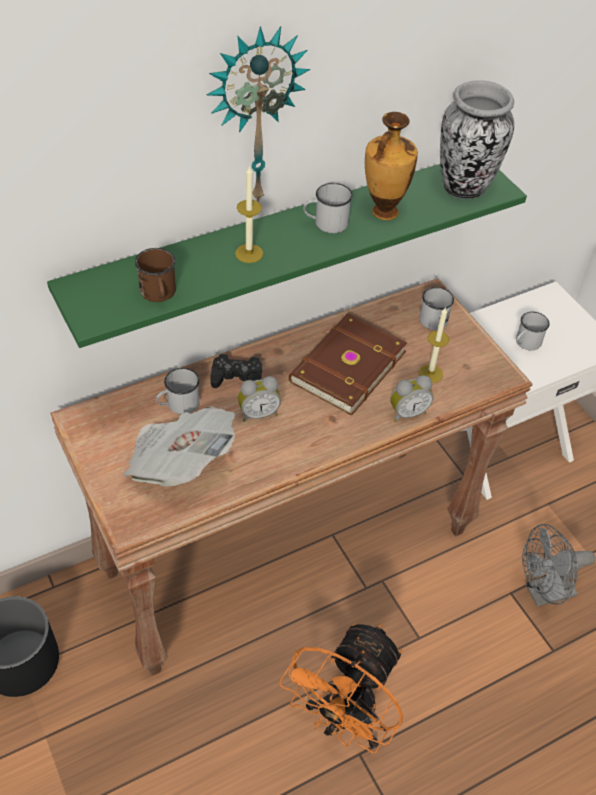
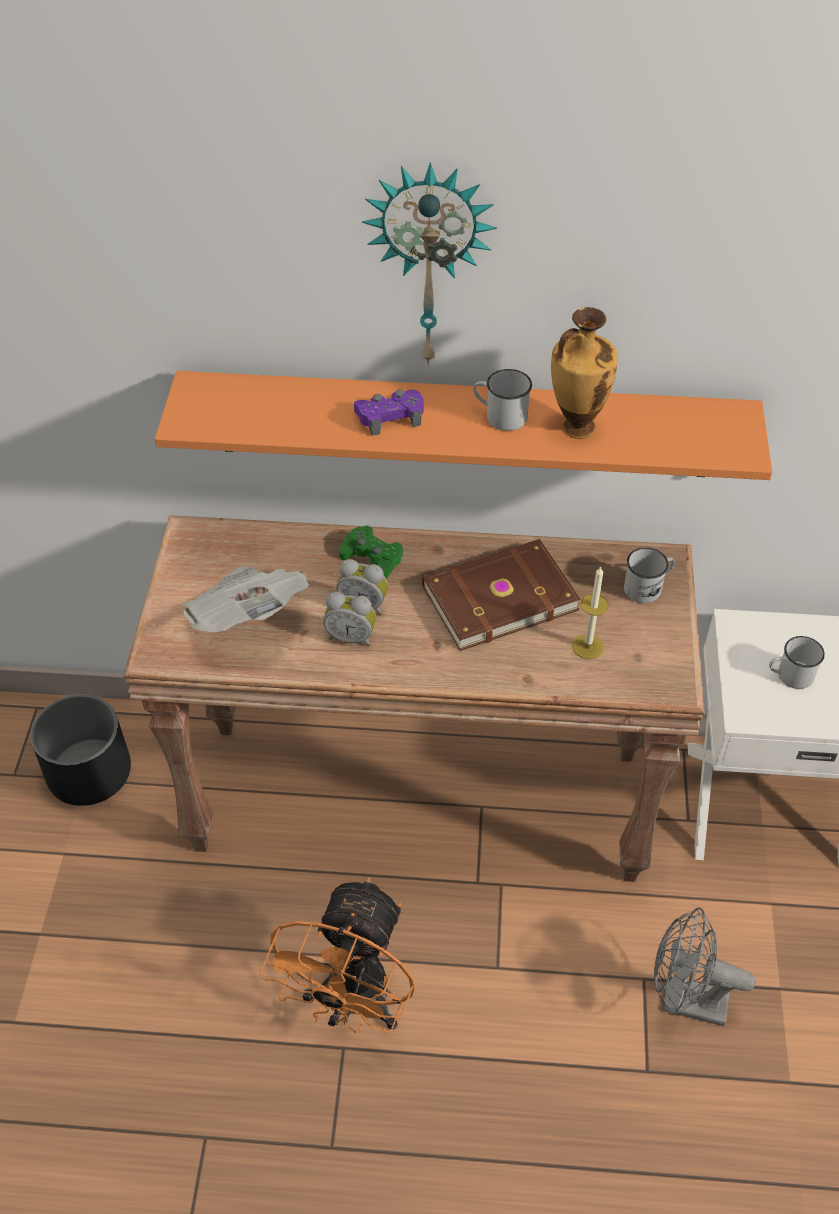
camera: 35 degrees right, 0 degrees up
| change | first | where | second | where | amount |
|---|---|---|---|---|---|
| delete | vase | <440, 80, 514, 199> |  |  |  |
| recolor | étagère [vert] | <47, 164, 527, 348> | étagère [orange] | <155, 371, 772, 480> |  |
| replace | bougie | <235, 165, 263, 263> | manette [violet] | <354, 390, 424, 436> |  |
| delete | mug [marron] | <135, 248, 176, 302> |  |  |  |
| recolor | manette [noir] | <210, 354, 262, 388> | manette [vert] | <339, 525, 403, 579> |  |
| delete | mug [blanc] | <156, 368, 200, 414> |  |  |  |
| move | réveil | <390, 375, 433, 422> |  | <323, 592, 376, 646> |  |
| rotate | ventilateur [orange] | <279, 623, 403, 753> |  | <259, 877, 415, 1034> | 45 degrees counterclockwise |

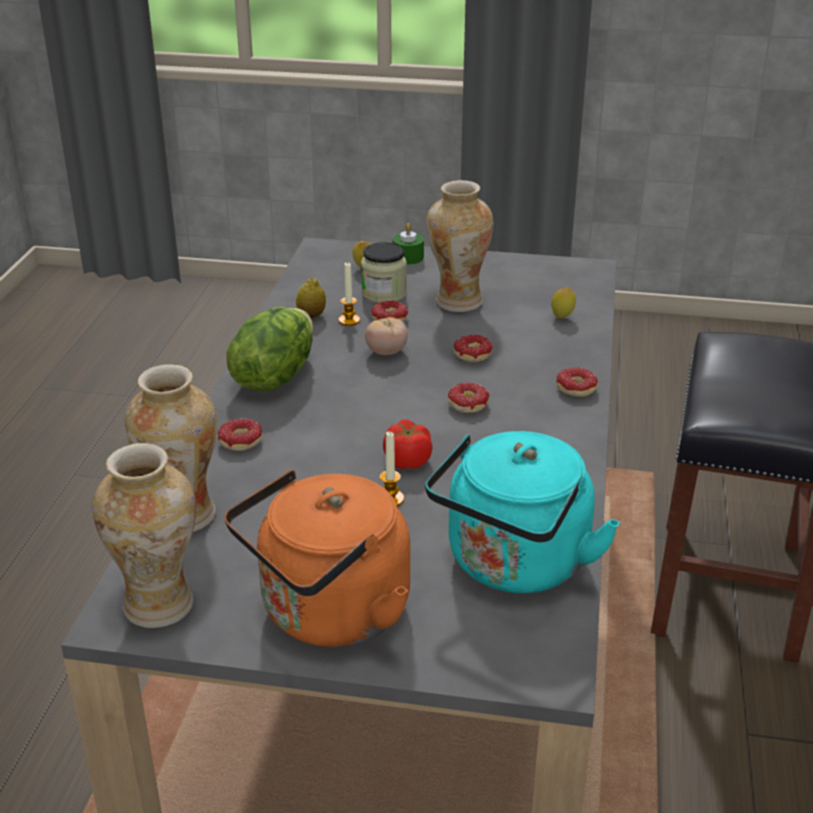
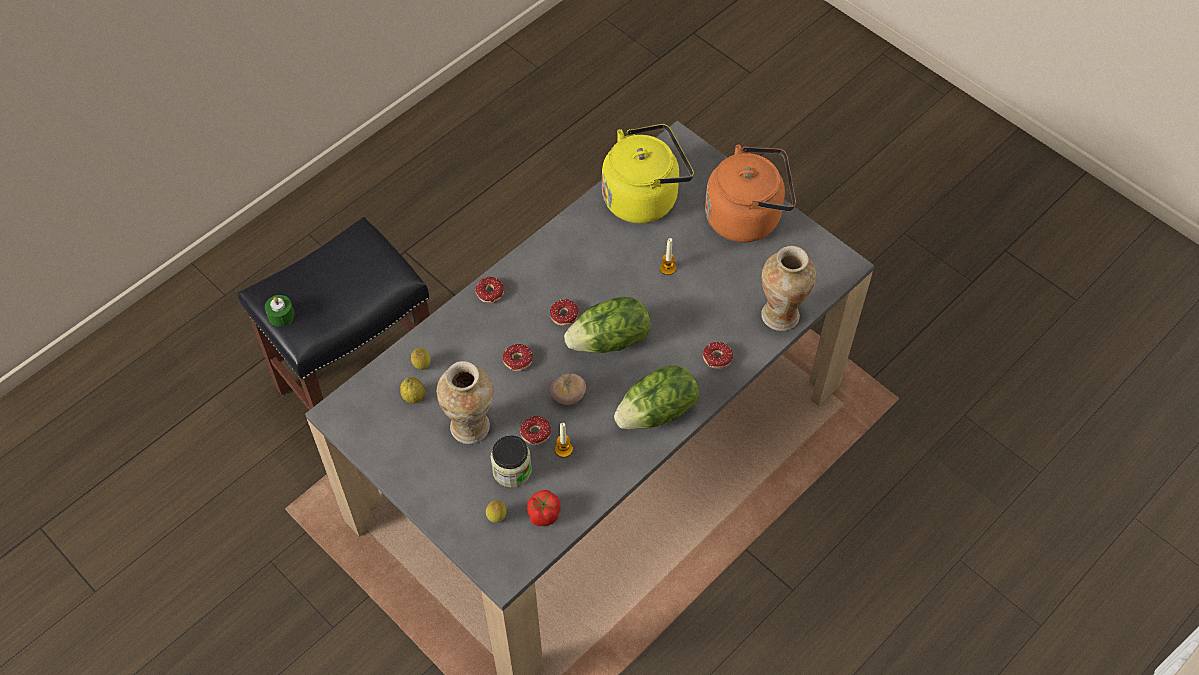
camera: 145 degrees left, 25 degrees up
| change | first | where | second | where | amount |
|---|---|---|---|---|---|
| move | bougie [vert] | <393, 223, 424, 265> |  | <265, 295, 295, 326> |  |
| move | citron | <296, 278, 326, 319> |  | <400, 377, 425, 403> |  |
| move | tomate | <383, 419, 433, 469> |  | <527, 490, 561, 527> |  |
| recolor | bouilloire [turquoise] | <425, 431, 620, 593> | bouilloire [jaune] | <602, 124, 694, 223> |  |
| delete | vase | <92, 443, 196, 628> |  |  |  |
| insert |  |  | laitue | <564, 297, 651, 353> |  |

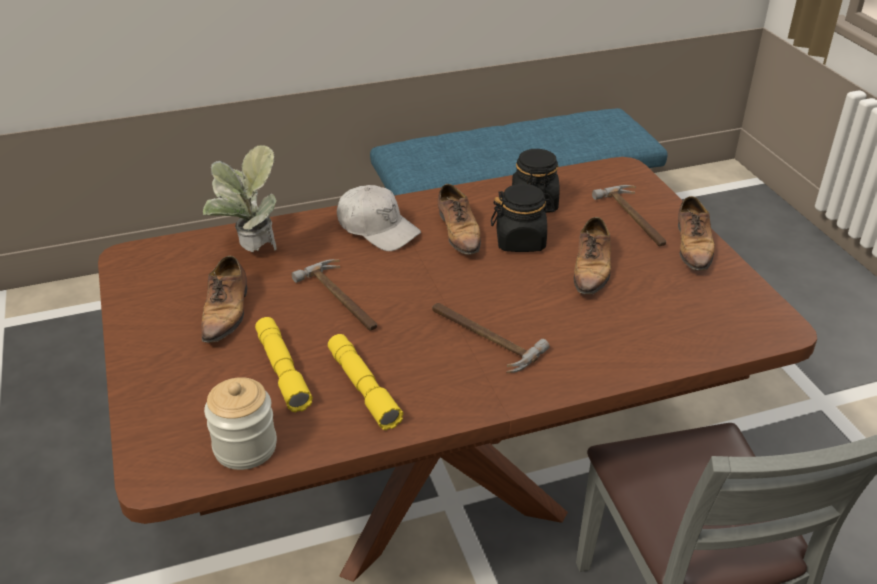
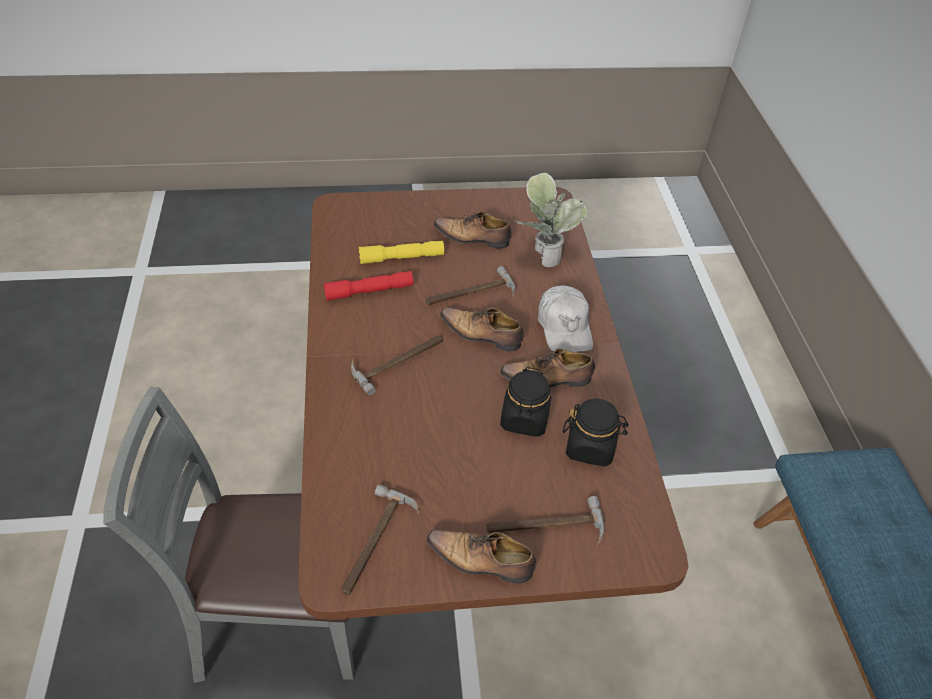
camera: 100 degrees right, 10 degrees up
| change | first | where | second | where | amount |
|---|---|---|---|---|---|
| rotate | casquette [blanc] | <337, 185, 421, 251> |  | <538, 285, 593, 352> | 60 degrees counterclockwise |
| move | chaussure | <574, 217, 611, 295> |  | <440, 307, 524, 352> |  |
| recolor | lampe de poche [jaune] | <328, 334, 404, 430> | lampe de poche [rouge] | <323, 271, 413, 301> |  |
| delete | bocal | <204, 377, 277, 470> |  |  |  |
| insert |  |  | marteau | <341, 484, 419, 595> |  |

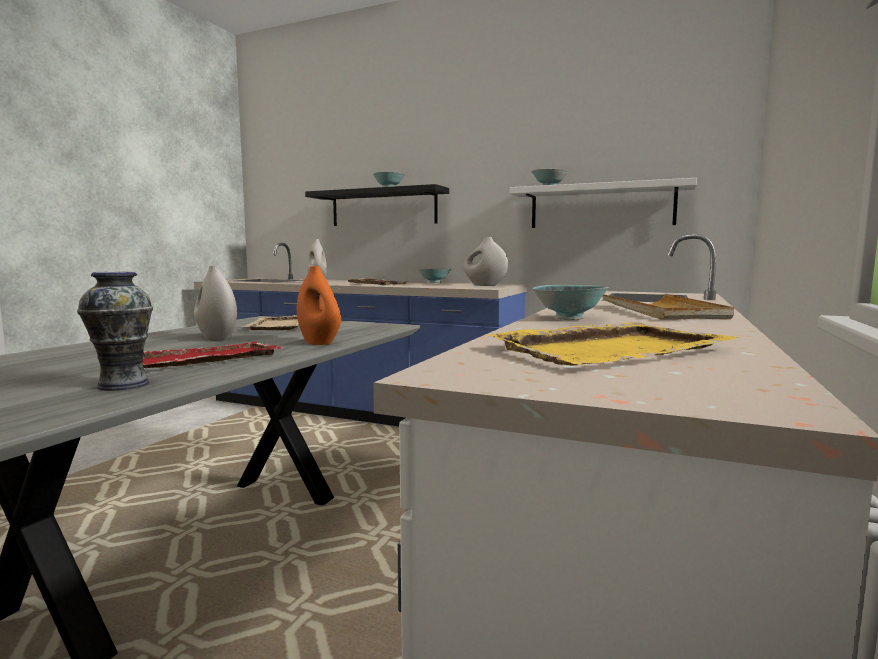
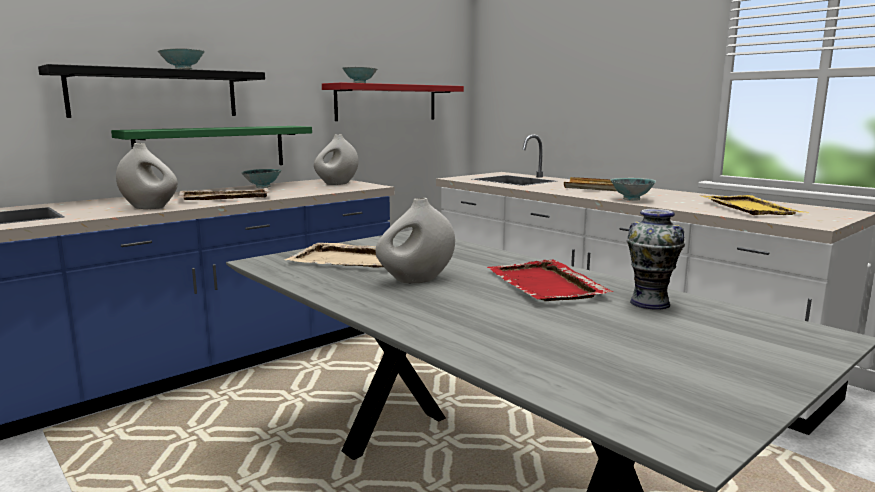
camera: 65 degrees left, 5 degrees up
| change | first | where | second | where | amount |
|---|---|---|---|---|---|
| recolor | étagère [blanc] | <510, 178, 697, 228> | étagère [rouge] | <322, 82, 464, 121> |  |
| delete | vase [orange] | <297, 266, 341, 345> |  |  |  |
| insert |  |  | étagère [vert] | <111, 126, 312, 165> |  |

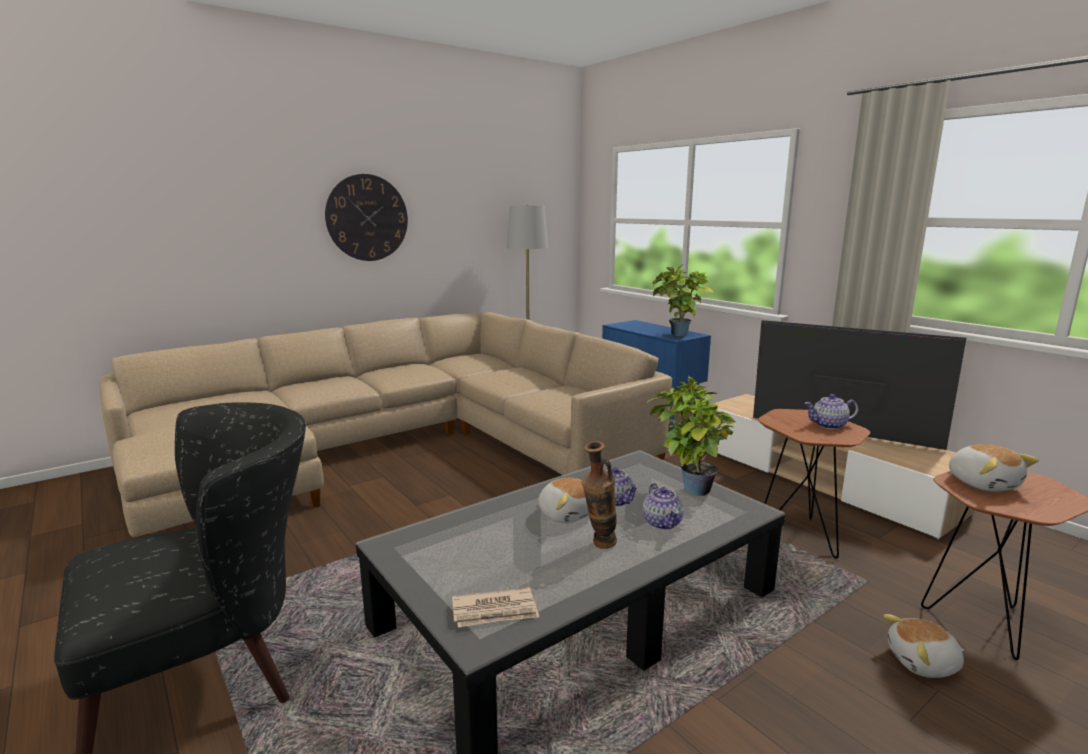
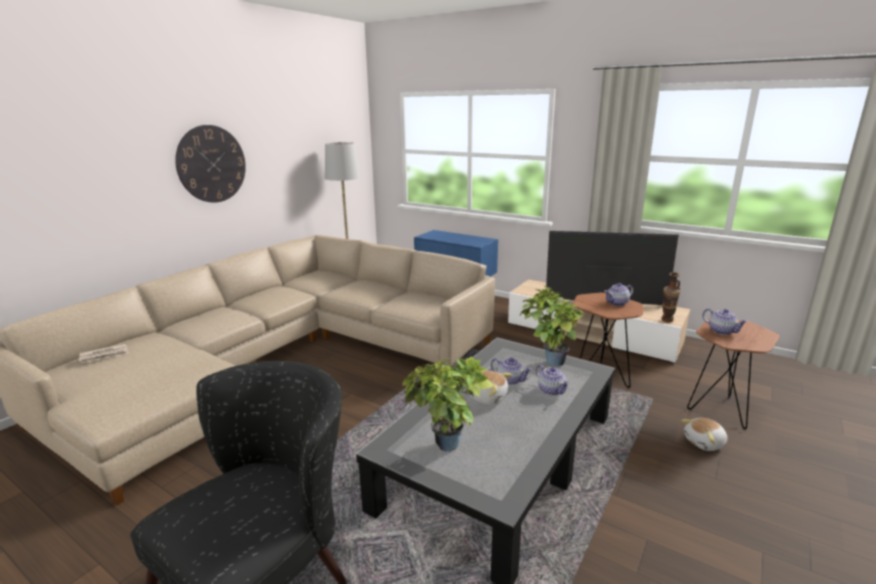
camera: 20 degrees left, 5 degrees up
| change | first | where | second | where | amount |
|---|---|---|---|---|---|
| move | plante en pot | <652, 264, 714, 337> |  | <402, 356, 494, 452> |  |
| move | vase | <581, 441, 617, 549> |  | <661, 272, 681, 323> |  |
| replace | peluche | <949, 444, 1039, 492> | théière | <702, 308, 748, 335> |  |
| move | journal | <452, 587, 539, 627> |  | <79, 343, 128, 363> |  |

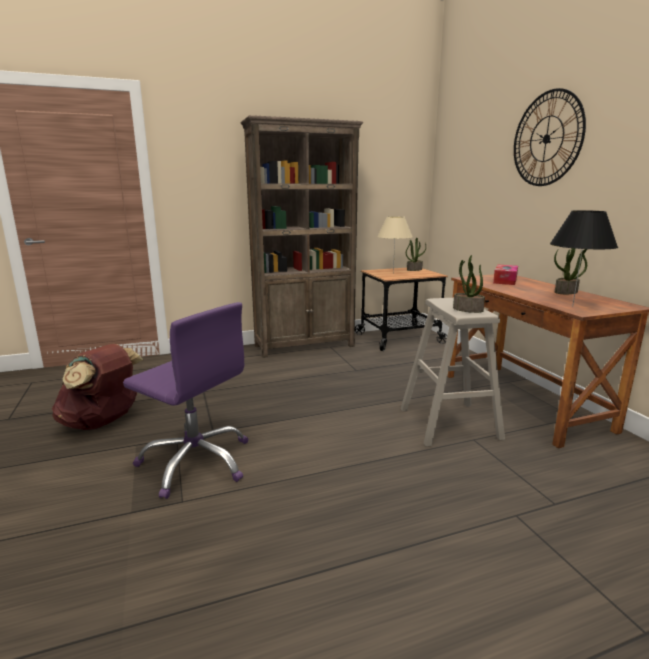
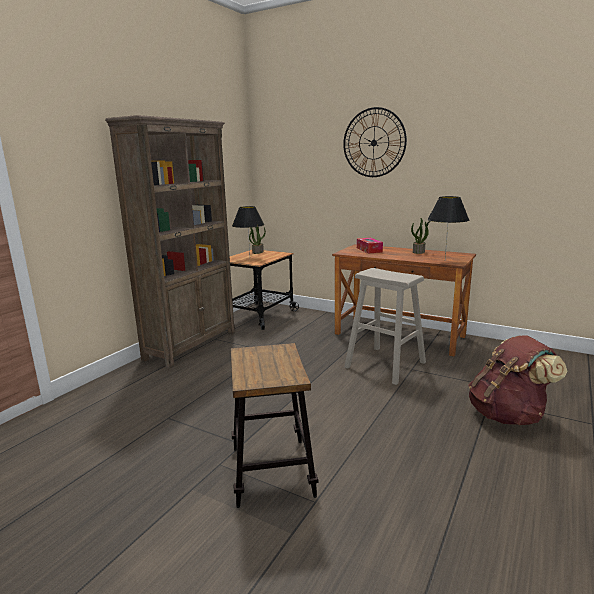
camera: 40 degrees left, 0 degrees up
| change | first | where | second | where | amount |
|---|---|---|---|---|---|
| recolor | lampe de table [beige] | <377, 216, 413, 273> | lampe de table [noir] | <232, 206, 264, 253> |  |
| delete | plante en pot | <453, 255, 485, 313> |  |  |  |
| replace | chaise de bureau [violet] | <123, 302, 248, 499> | tabouret | <231, 343, 319, 508> |  |
| move | sac à dos [marron] | <52, 344, 144, 430> |  | <468, 335, 567, 425> |  |

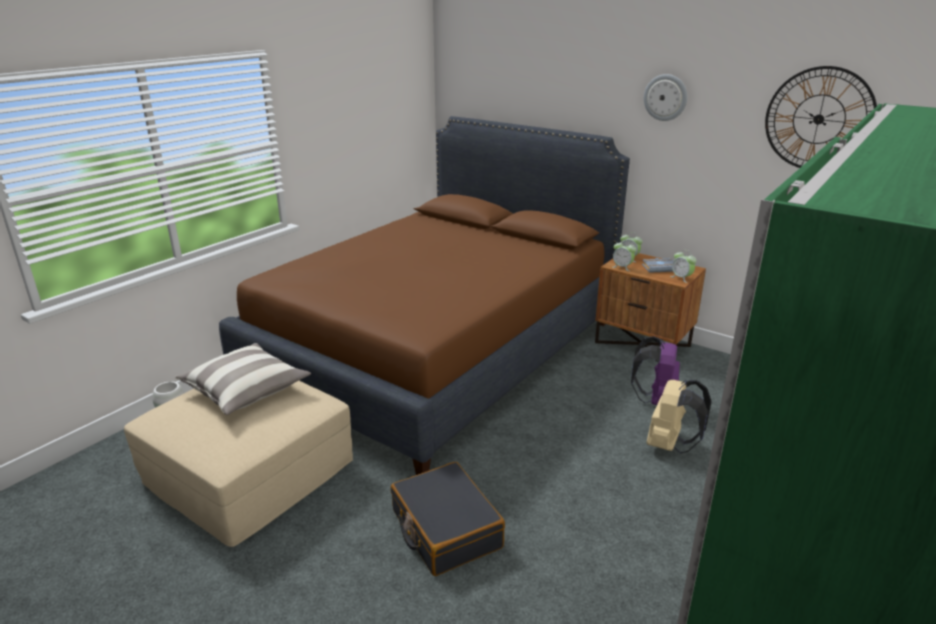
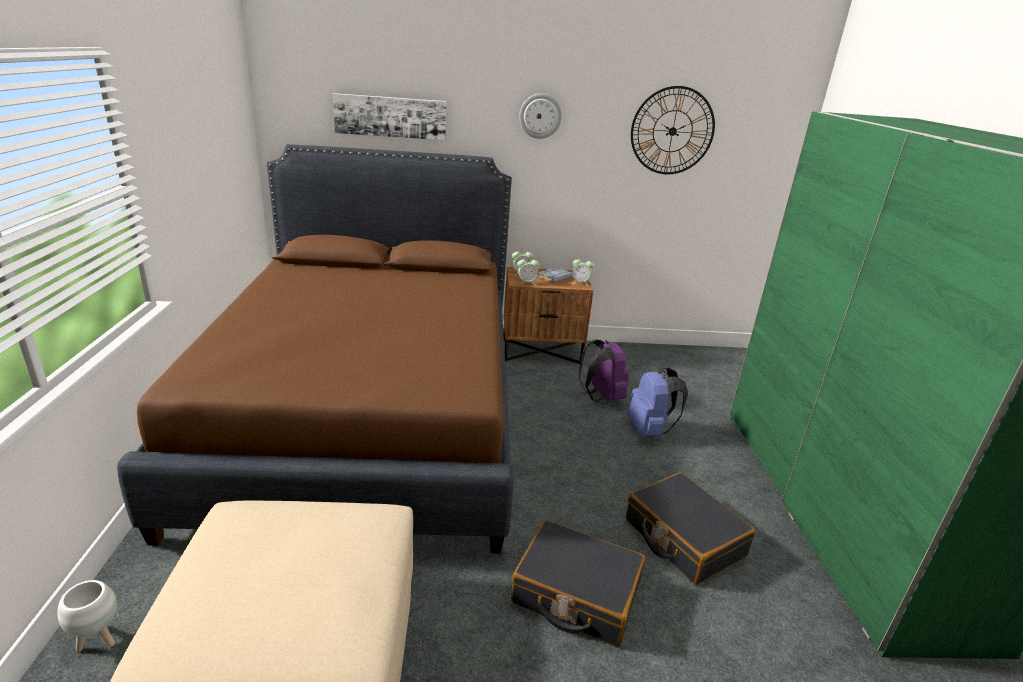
camera: 40 degrees left, 0 degrees up
| change | first | where | second | where | amount |
|---|---|---|---|---|---|
| delete | coussin | <175, 343, 311, 415> |  |  |  |
| recolor | sac à dos [beige] | <646, 380, 712, 453> | sac à dos [bleu] | <627, 367, 688, 436> |  |
| insert |  |  | tableau | <333, 93, 446, 140> |  |
| insert |  |  | valise [noir] | <626, 472, 755, 585> |  |

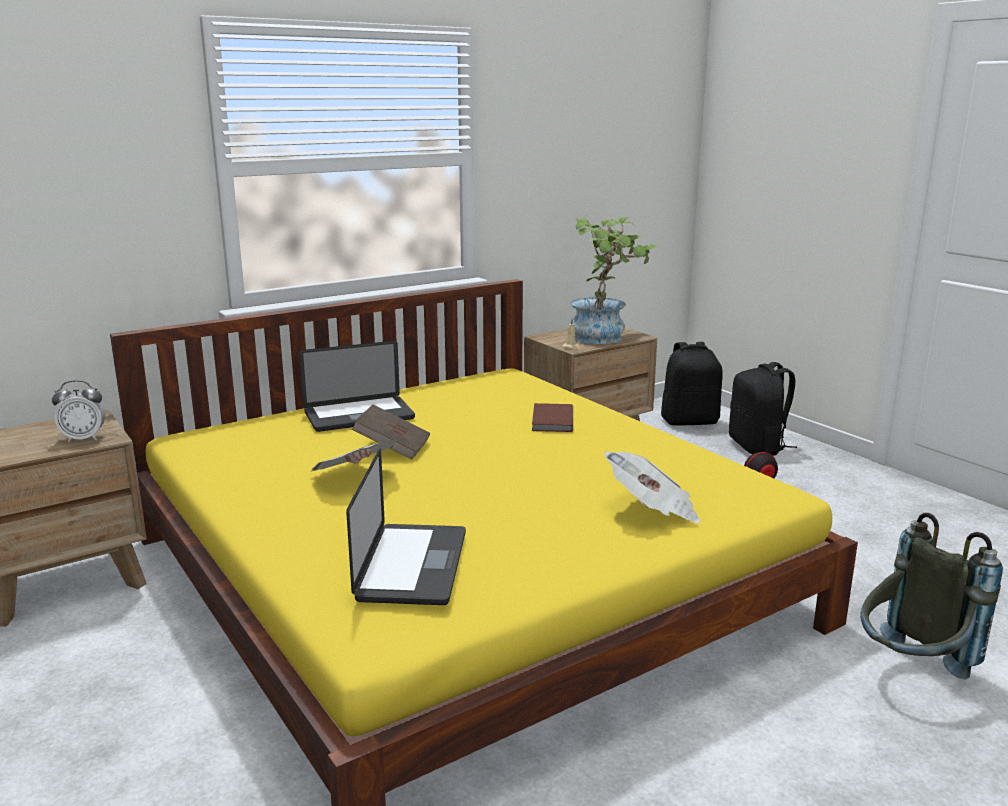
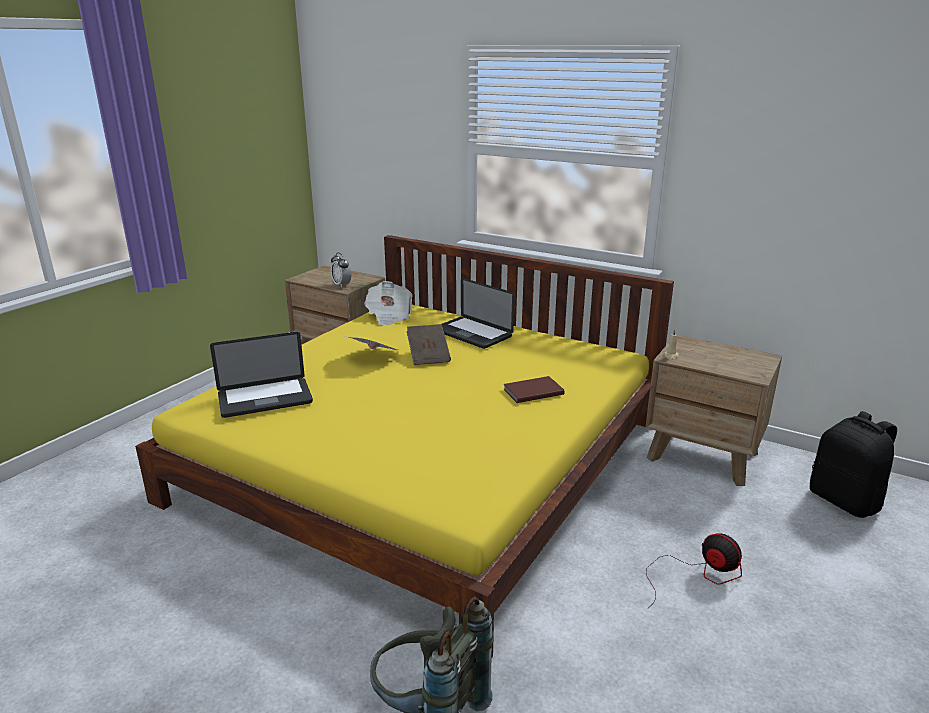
camera: 65 degrees right, 5 degrees up
| change | first | where | second | where | amount |
|---|---|---|---|---|---|
| delete | plante en pot | <570, 217, 657, 344> |  |  |  |
| delete | sac à dos [noir] | <729, 362, 797, 456> |  |  |  |
| move | journal | <604, 451, 701, 523> |  | <364, 281, 412, 326> |  |

